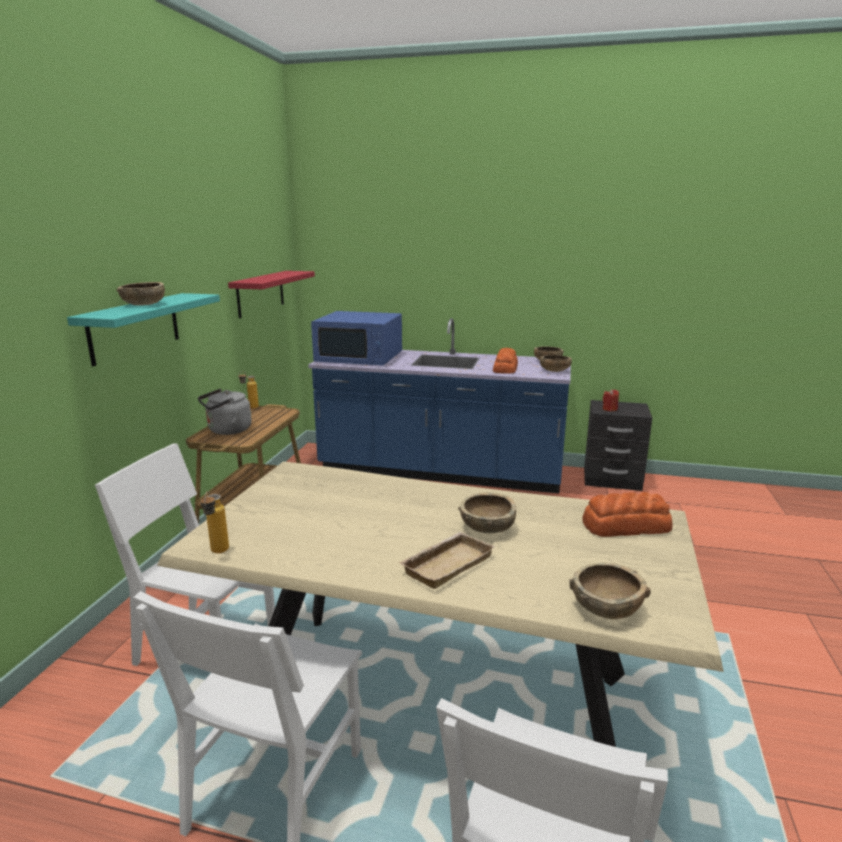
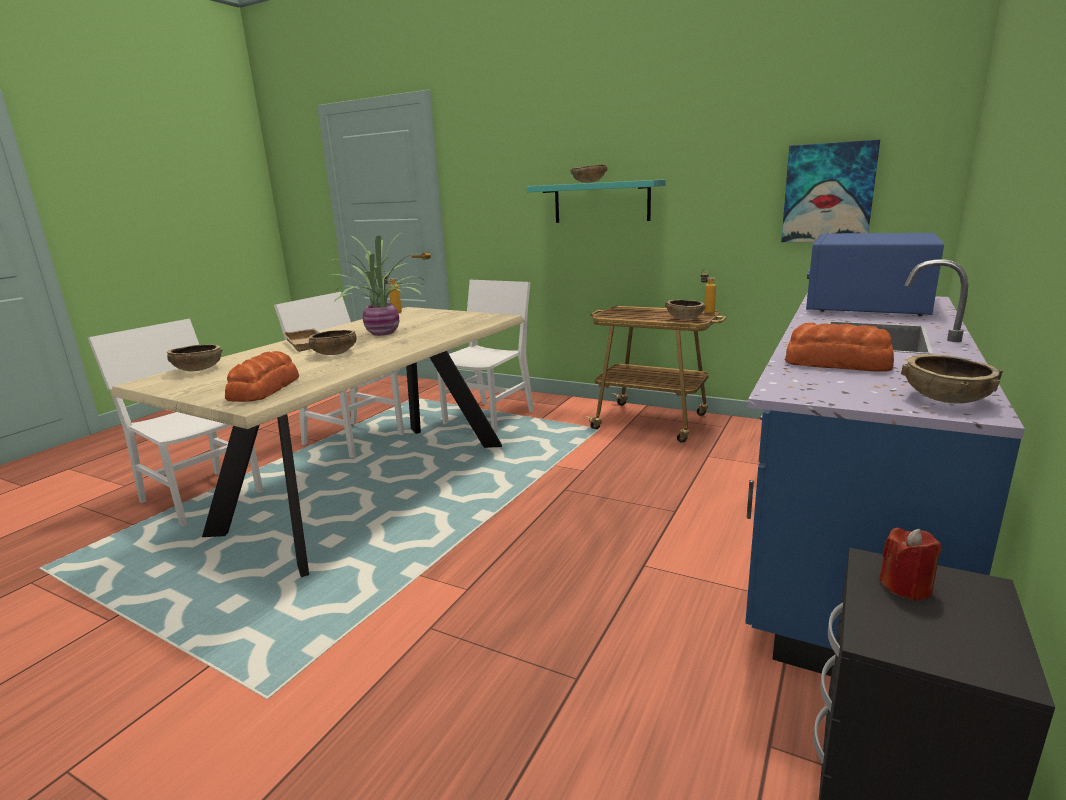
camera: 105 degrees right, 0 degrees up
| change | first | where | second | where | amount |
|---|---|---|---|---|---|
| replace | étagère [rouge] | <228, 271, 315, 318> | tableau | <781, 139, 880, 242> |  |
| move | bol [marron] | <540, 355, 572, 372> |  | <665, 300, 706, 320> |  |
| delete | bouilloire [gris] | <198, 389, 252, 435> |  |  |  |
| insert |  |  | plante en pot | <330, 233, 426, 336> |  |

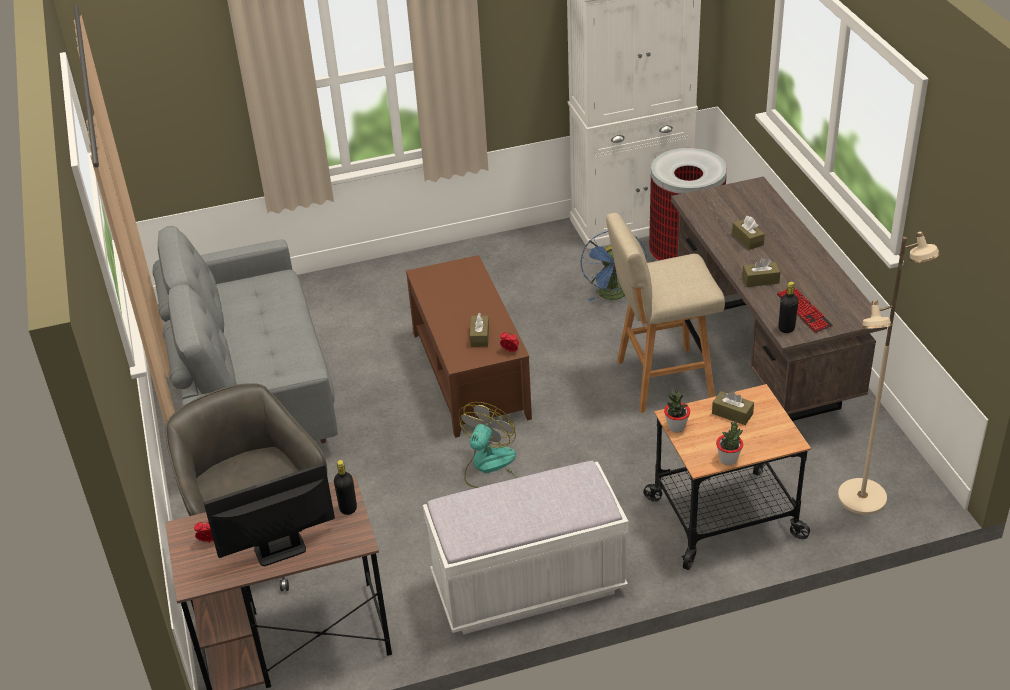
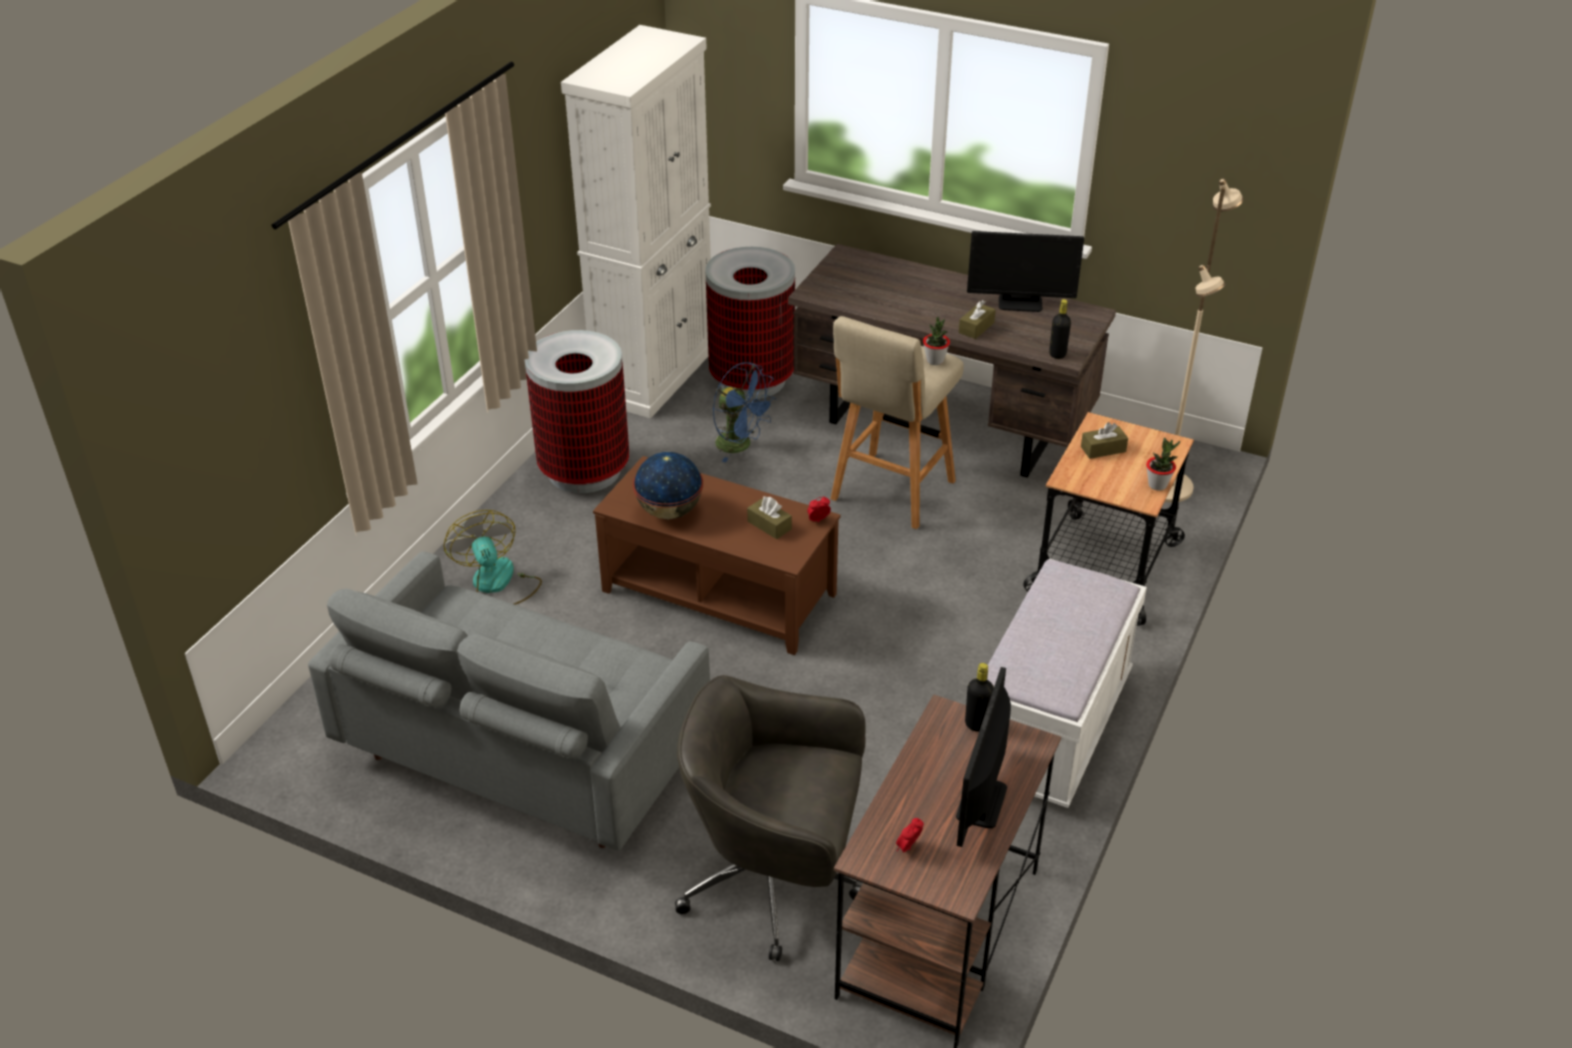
camera: 50 degrees left, 0 degrees up
| change | first | where | second | where | amount |
|---|---|---|---|---|---|
| delete | boîte à mouchoirs [marron] | <732, 216, 765, 250> |  |  |  |
| delete | clavier | <776, 287, 833, 333> |  |  |  |
| move | plante en pot | <664, 390, 690, 433> |  | <923, 317, 950, 365> |  |
| move | ventilateur | <459, 402, 517, 488> |  | <444, 510, 542, 605> |  |
| insert |  |  | écran d'ordinateur | <967, 231, 1084, 312> |  |
| insert |  |  | poubelle | <525, 330, 629, 493> |  |
| insert |  |  | globe | <633, 452, 703, 519> |  |

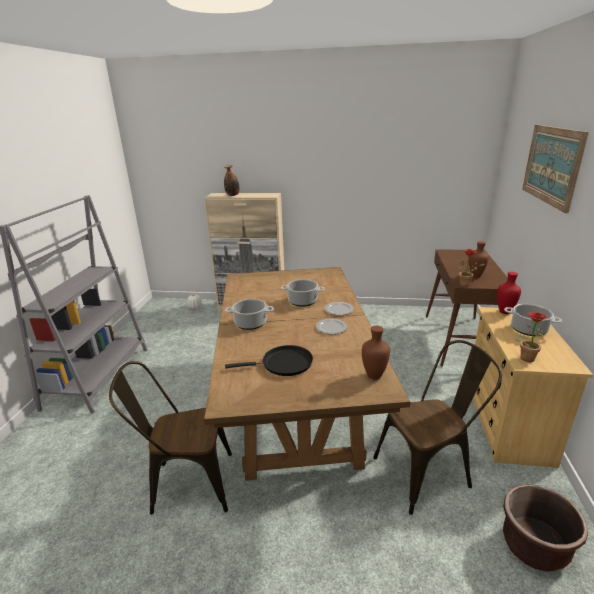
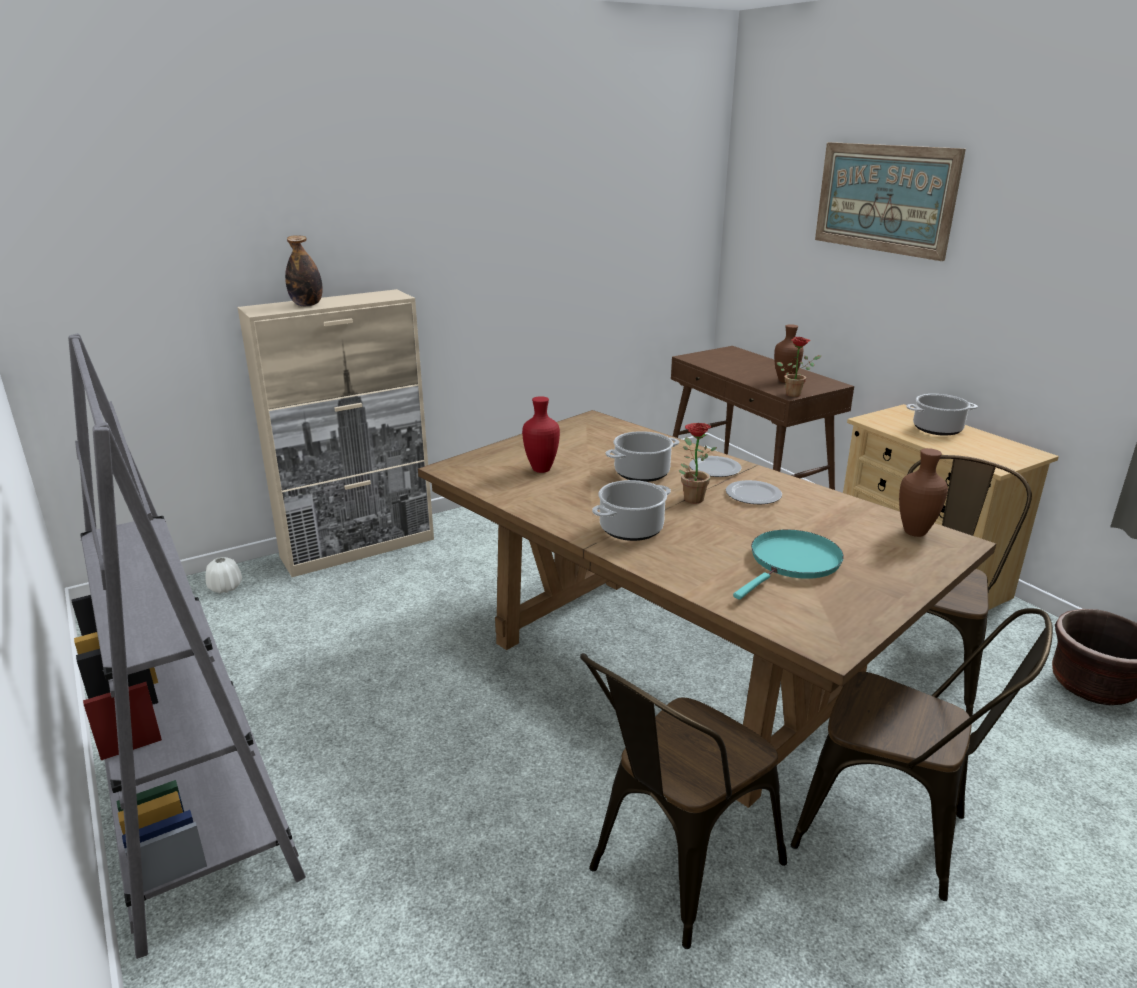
camera: 40 degrees left, 0 degrees up
| change | first | where | second | where | amount |
|---|---|---|---|---|---|
| move | vase [rouge] | <497, 272, 521, 314> |  | <522, 396, 560, 473> |  |
| move | plante en pot | <515, 312, 547, 362> |  | <679, 423, 717, 504> |  |
| recolor | poêle [noir] | <225, 345, 313, 376> | poêle [turquoise] | <733, 530, 844, 600> |  |
| insert |  |  | chaise [marron] | <791, 608, 1053, 901> |  |

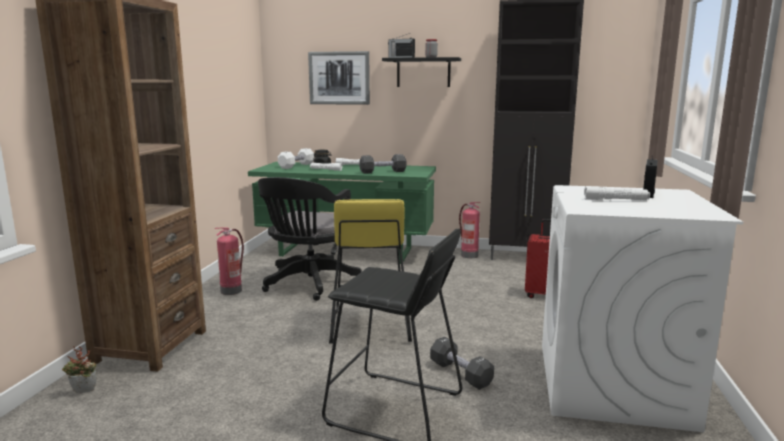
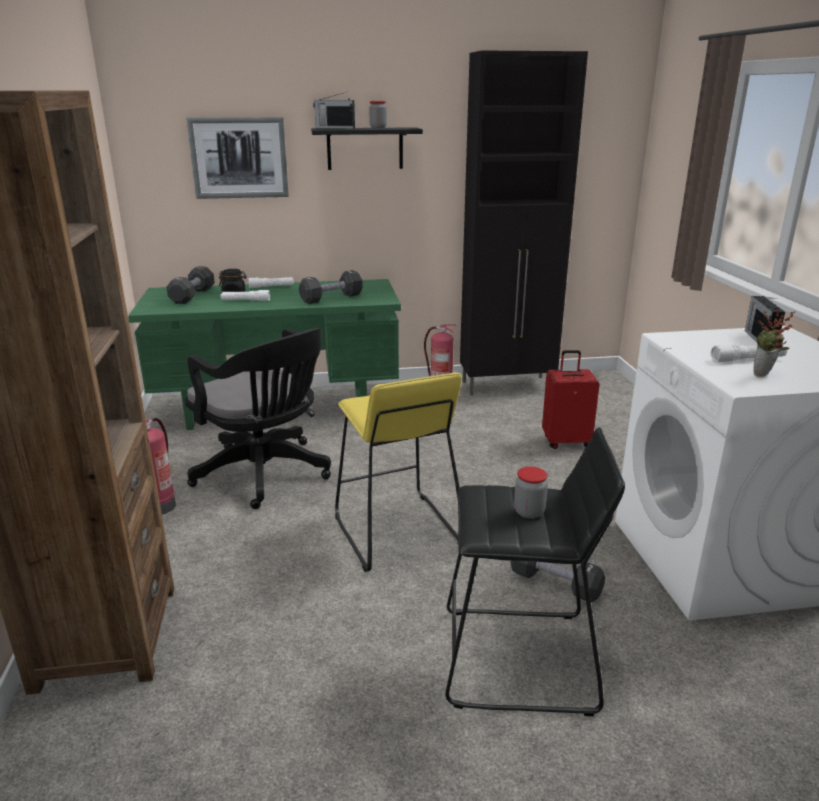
camera: 20 degrees left, 10 degrees up
| change | first | where | second | where | amount |
|---|---|---|---|---|---|
| recolor | haltère [blanc] | <278, 148, 314, 169> | haltère [noir] | <166, 266, 215, 304> |  |
| rotate | chaise de bureau [noir] | <258, 177, 362, 301> |  | <185, 328, 331, 509> | 45 degrees counterclockwise |
| move | plante en pot | <62, 346, 97, 393> |  | <753, 309, 795, 377> |  |
| insert |  |  | bocal | <514, 466, 548, 519> |  |

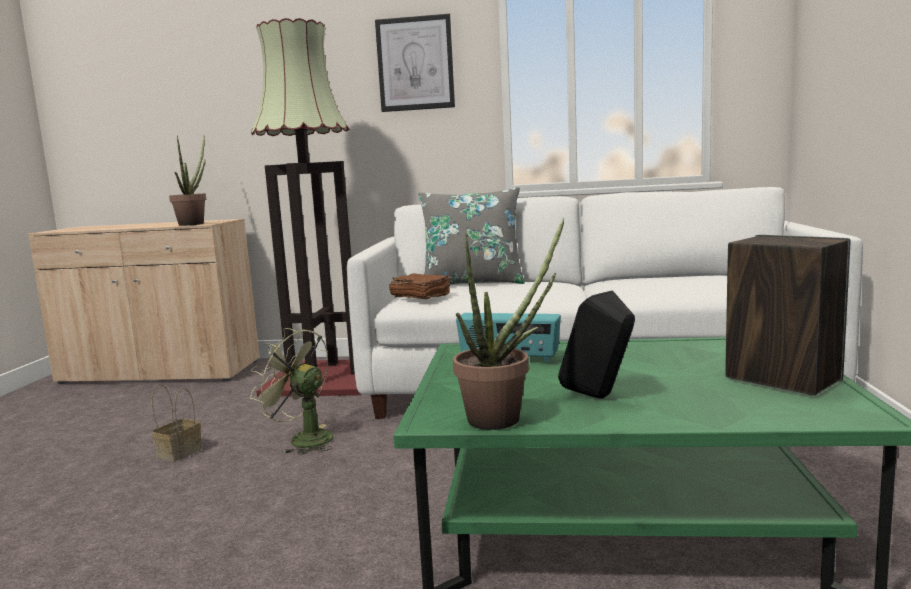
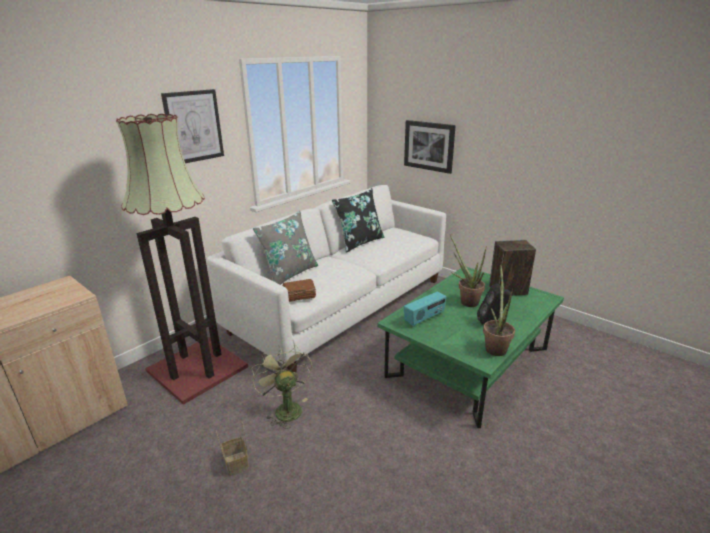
camera: 55 degrees left, 15 degrees up
| change | first | where | second | where | amount |
|---|---|---|---|---|---|
| move | plante en pot | <169, 135, 206, 226> |  | <450, 235, 487, 307> |  |
| rotate | ventilateur [vert] | <250, 328, 334, 455> |  | <251, 345, 312, 429> | 90 degrees clockwise |
| insert |  |  | tableau | <404, 120, 456, 174> |  |
| insert |  |  | coussin [noir] | <332, 188, 385, 253> |  |

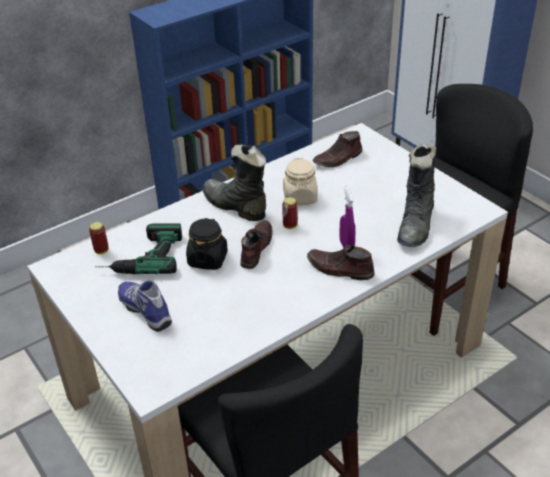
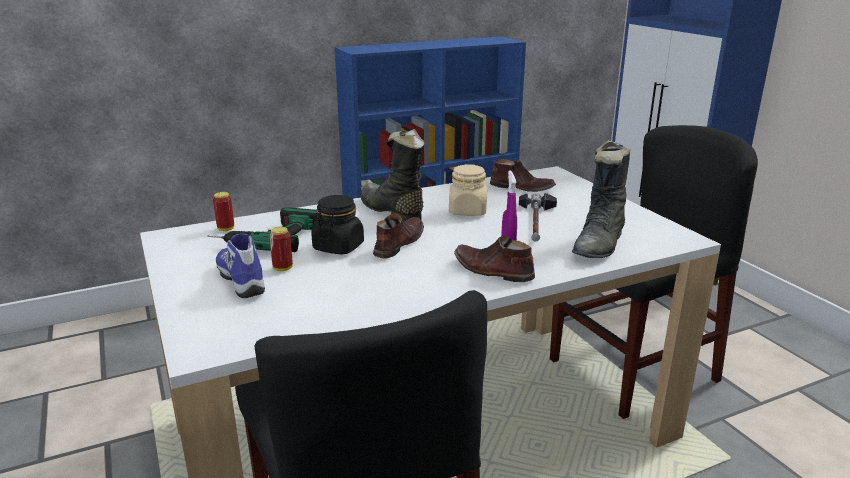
camera: 10 degrees right, 15 degrees down
| change | first | where | second | where | amount |
|---|---|---|---|---|---|
| rotate | chaussure [marron] | <312, 131, 362, 167> |  | <490, 159, 556, 192> | 135 degrees counterclockwise |
| move | boîte métallique | <282, 197, 298, 229> |  | <269, 227, 293, 271> |  |
| insert |  |  | marteau | <519, 193, 557, 242> |  |

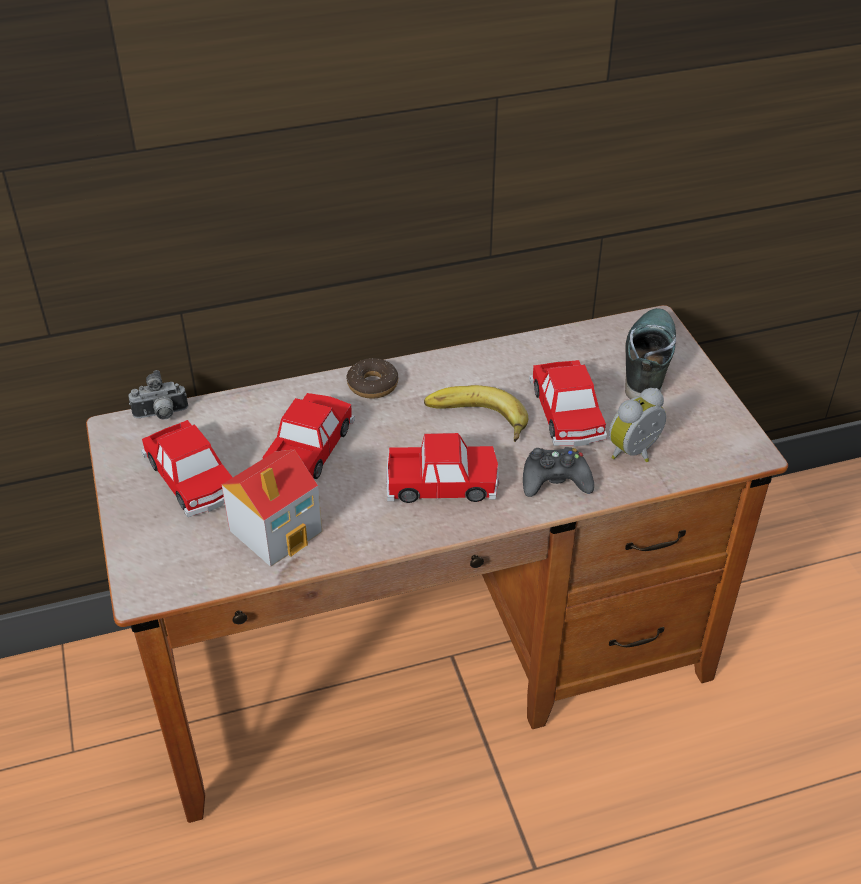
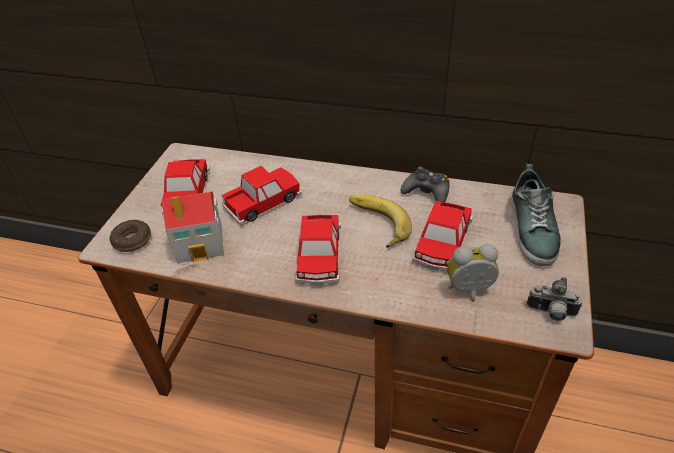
camera: 35 degrees right, 0 degrees up
| change | first | where | second | where | amount |
|---|---|---|---|---|---|
| rotate | chaussure | <625, 308, 676, 399> |  | <511, 164, 561, 266> | 135 degrees clockwise |
| move | beignet | <346, 358, 398, 399> |  | <110, 220, 151, 252> |  |
| move | appareil photo | <128, 370, 188, 420> |  | <527, 277, 583, 321> |  |
| rotate | petite voiture | <386, 433, 499, 503> |  | <295, 215, 341, 285> | 60 degrees clockwise |
| move | manette [noir] | <523, 447, 594, 497> |  | <401, 166, 450, 202> |  |

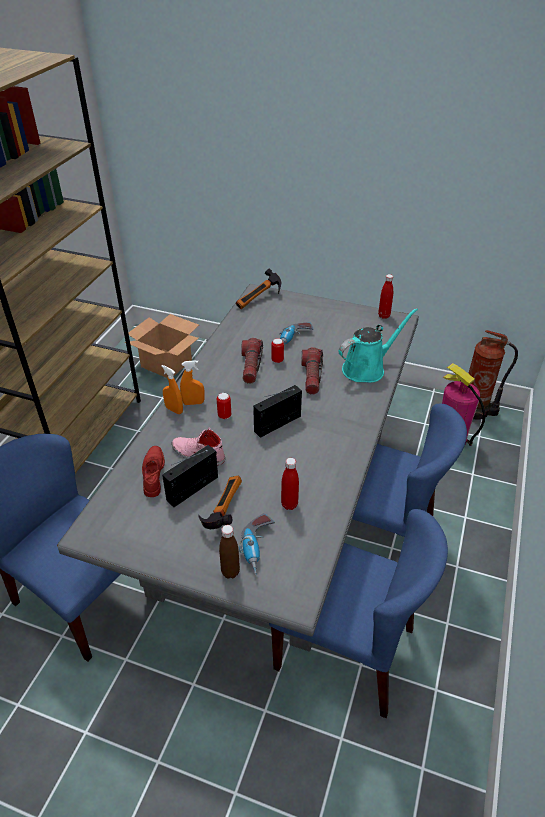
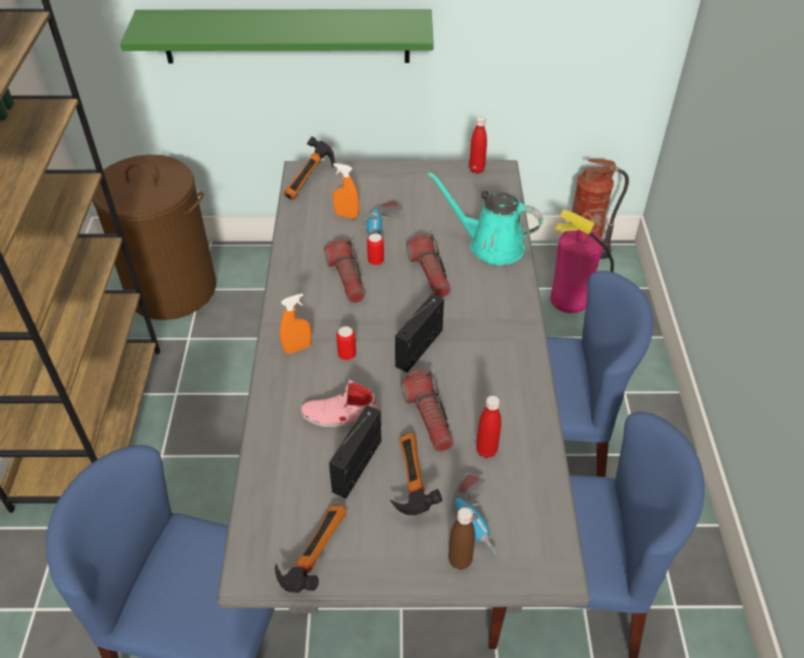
camera: 20 degrees left, 5 degrees up
| change | first | where | second | where | amount |
|---|---|---|---|---|---|
| rotate | arrosoir [turquoise] | <338, 308, 418, 383> |  | <427, 171, 543, 265> | 105 degrees counterclockwise |
| replace | carton | <125, 314, 199, 378> | panier à linge [marron] | <92, 155, 216, 320> |  |
| move | vaporisateur [orange] | <161, 365, 183, 414> |  | <332, 163, 359, 219> |  |
| delete | chaussure [rouge] | <142, 446, 165, 497> |  |  |  |
| insert |  |  | étagère [vert] | <120, 9, 434, 64> |  |
| insert |  |  | lampe de poche | <400, 370, 454, 452> |  |
| insert |  |  | marteau | <275, 505, 347, 593> |  |

